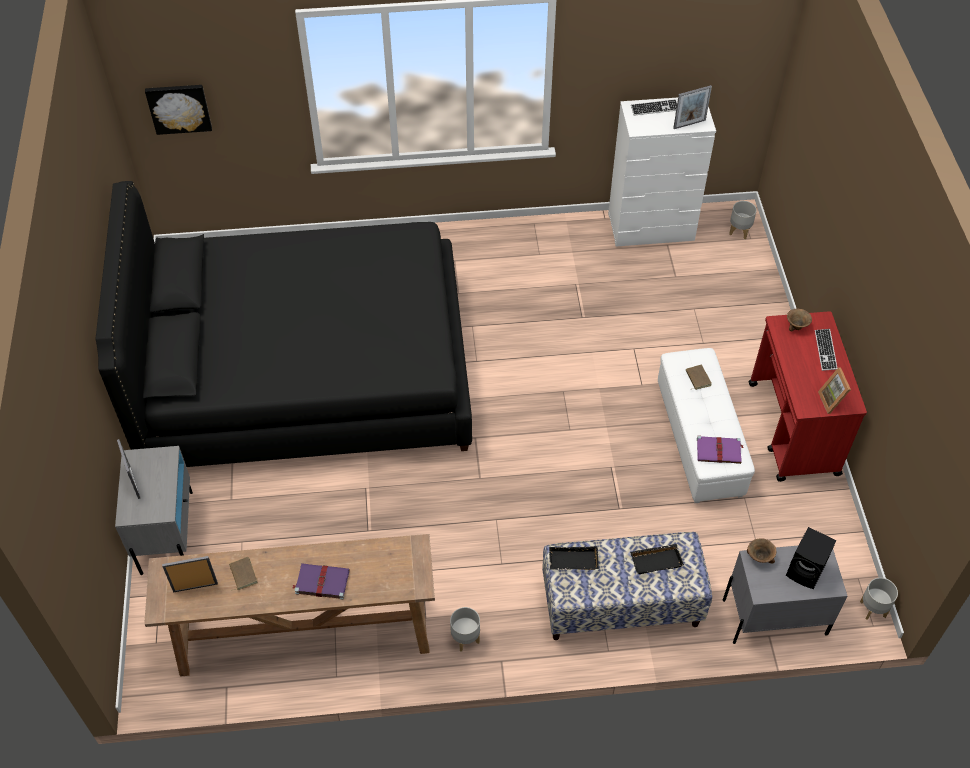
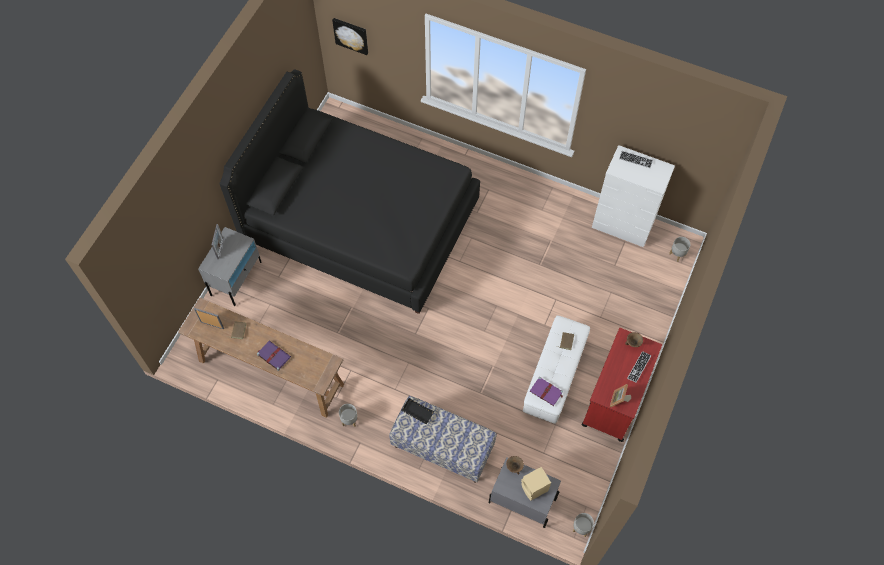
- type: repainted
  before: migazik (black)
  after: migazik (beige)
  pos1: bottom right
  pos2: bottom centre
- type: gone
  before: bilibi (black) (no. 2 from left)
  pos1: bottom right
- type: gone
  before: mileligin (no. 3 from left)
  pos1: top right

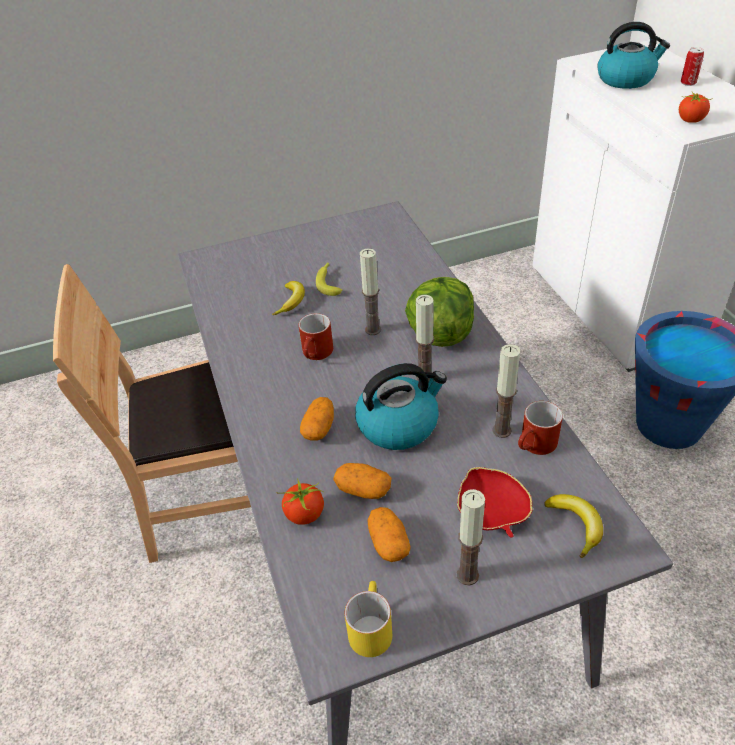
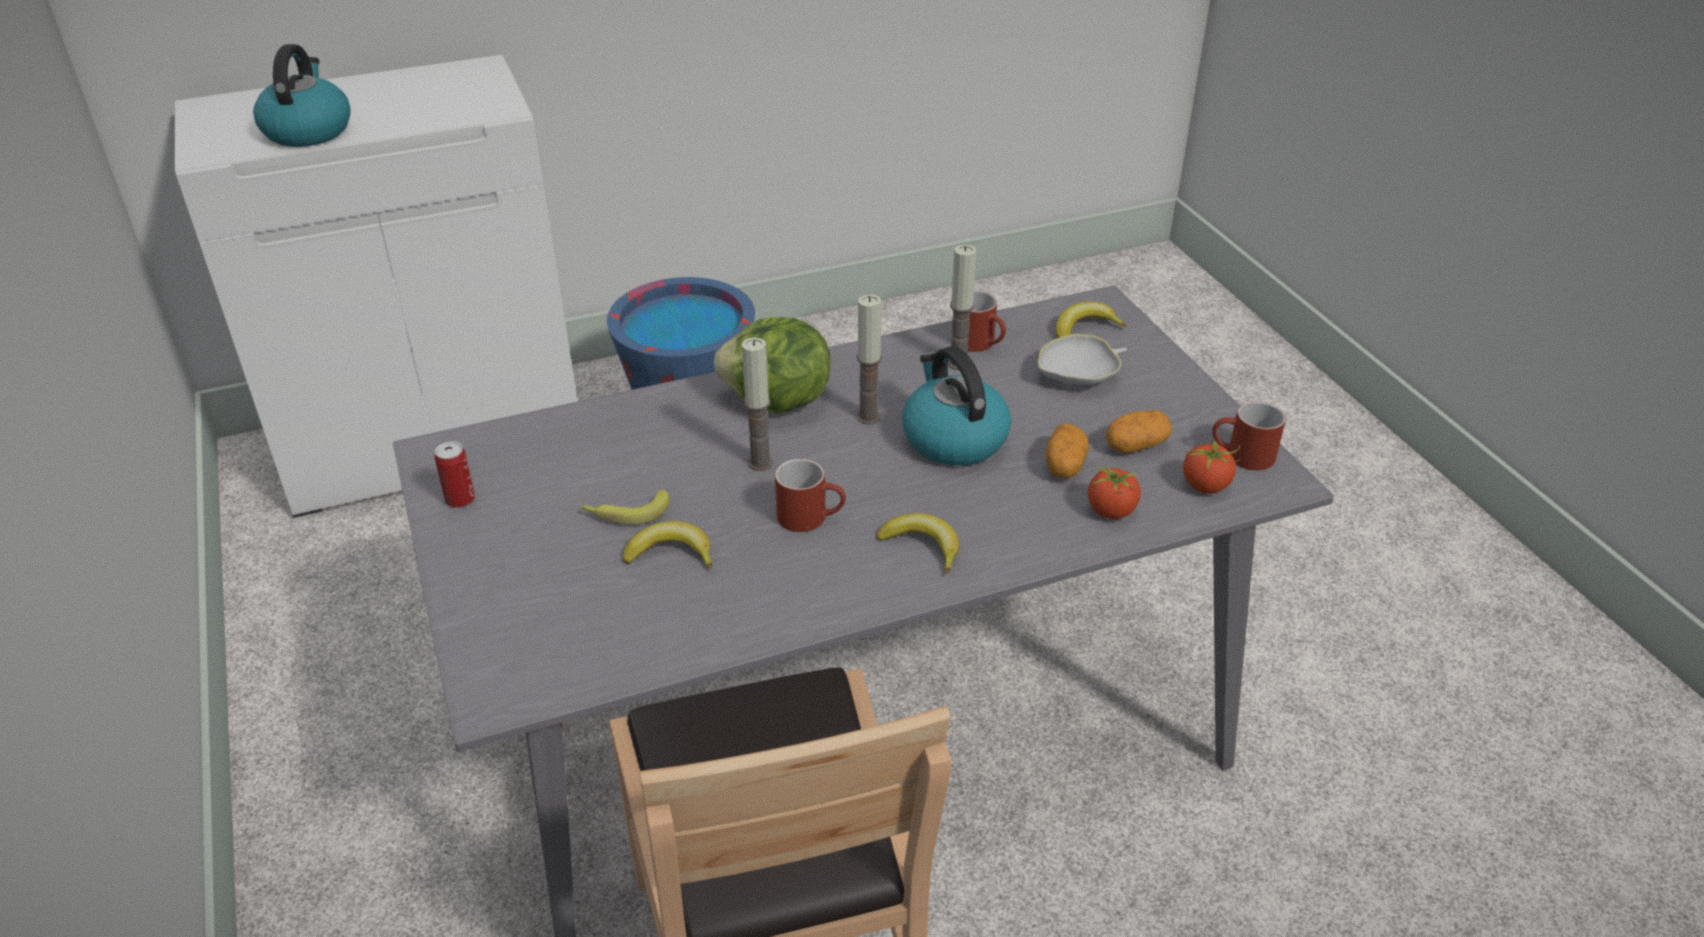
- type: shifted
  before: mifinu
  pos1: top right
  pos2: middle left
- type: new
  after: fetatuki (no. 3 from left)
  pos2: centre
- type: repainted
  before: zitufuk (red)
  after: zitufuk (white)
  pos1: bottom right
  pos2: centre
- type: shifted
  before: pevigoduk (no. 2 from left)
  pos1: top right
  pos2: middle right
- type: repainted
  before: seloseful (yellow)
  after: seloseful (red) (no. 3 from left)
  pos1: bottom centre
  pos2: middle right
- type: gone
  before: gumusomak (no. 1 from left)
  pos1: centre
- type: gone
  before: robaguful (no. 3 from left)
  pos1: bottom centre

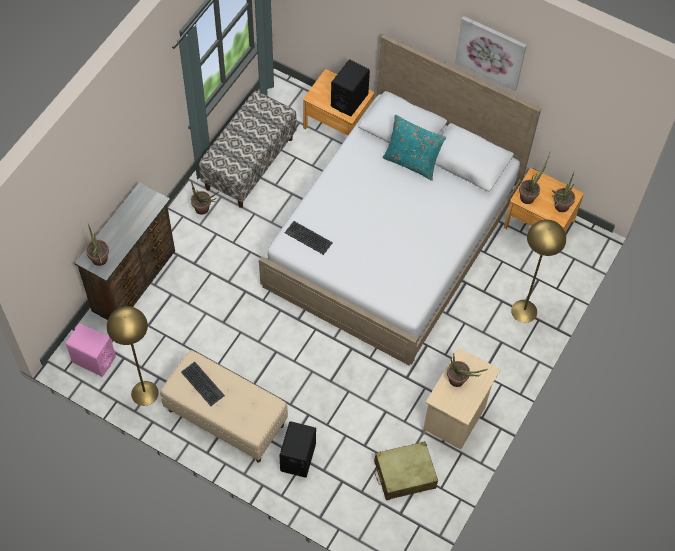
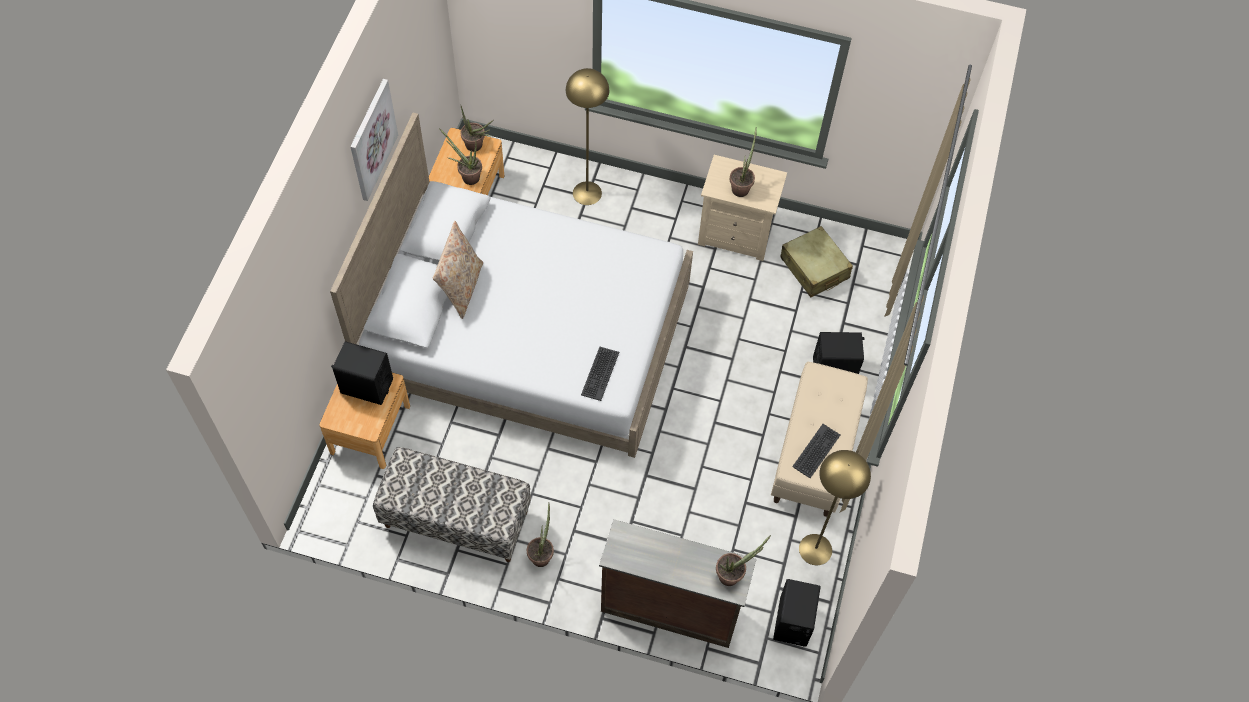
- type: repainted
  before: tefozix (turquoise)
  after: tefozix (beige)
  pos1: top centre
  pos2: centre
- type: repainted
  before: migazik (pink)
  after: migazik (black) (no. 2 from left)
  pos1: middle left
  pos2: bottom centre

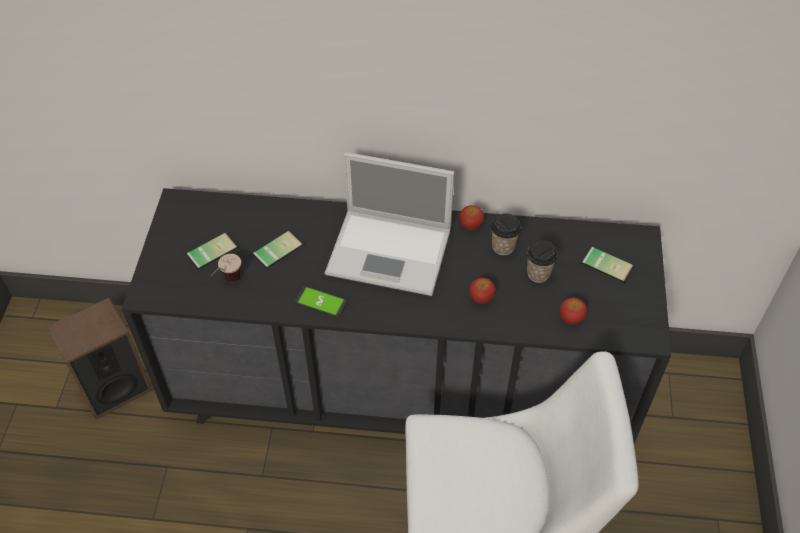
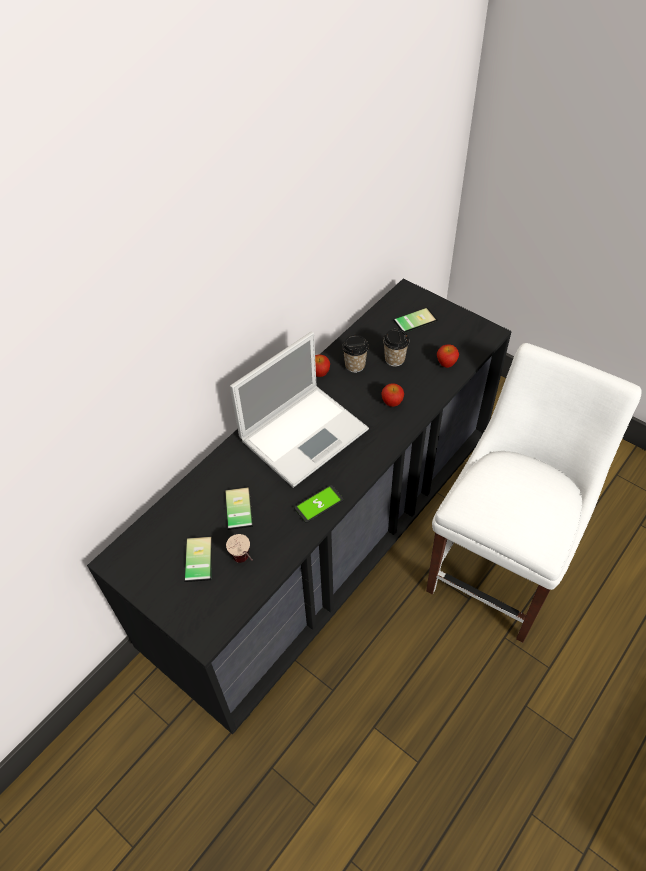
- type: gone
  before: migazik
  pos1: bottom left

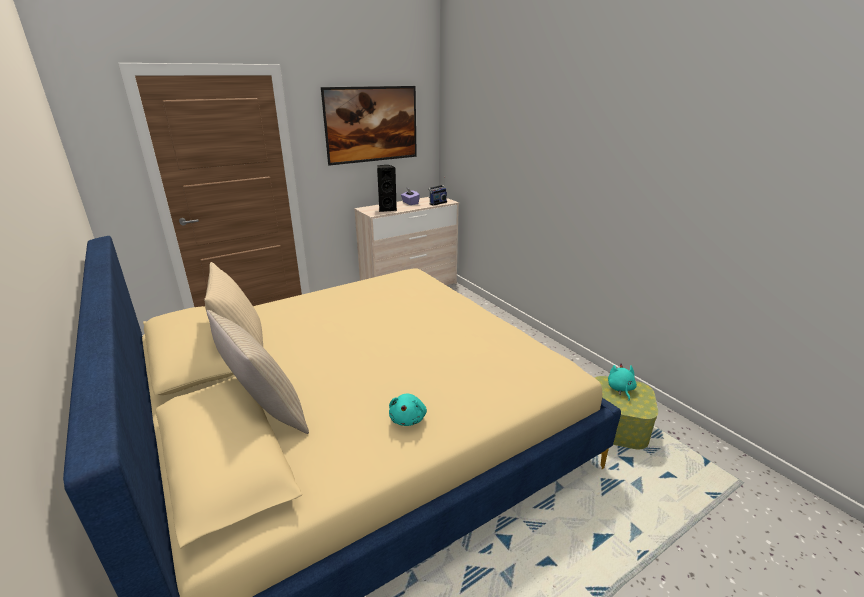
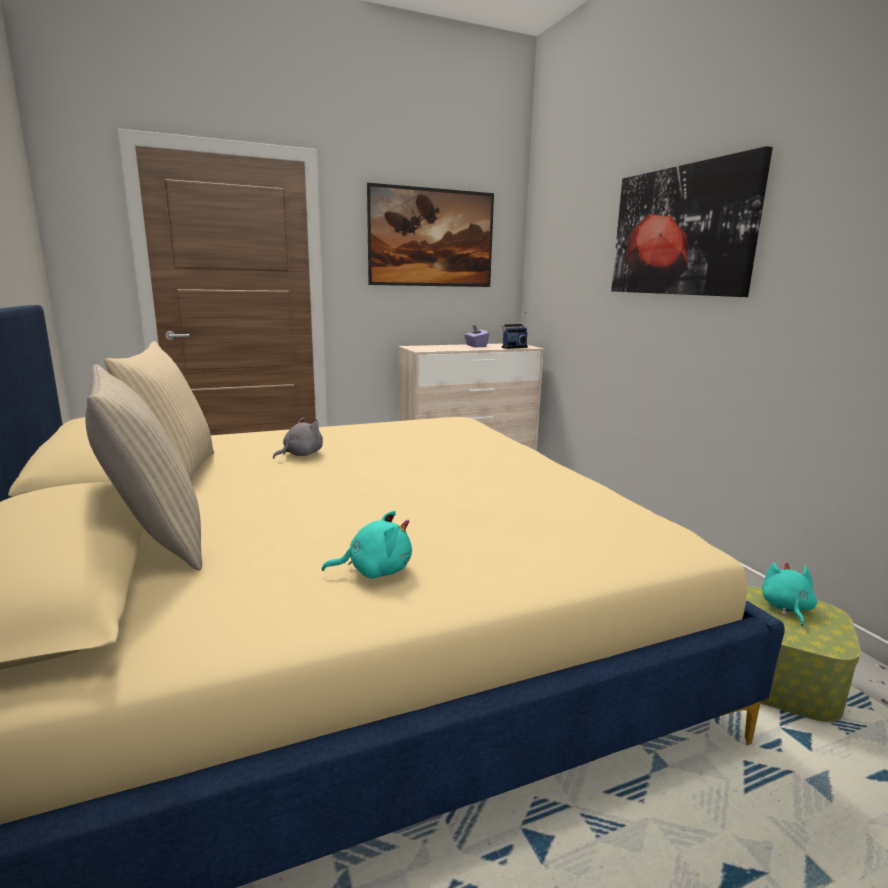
- type: new
  after: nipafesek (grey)
  pos2: centre
- type: rotated
  before: nipafesek (turquoise) (no. 1 from left)
  pos1: bottom centre
  pos2: centre
  turn: -120
- type: new
  after: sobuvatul (no. 2 from left)
  pos2: top right
- type: gone
  before: migazik (black)
  pos1: top centre

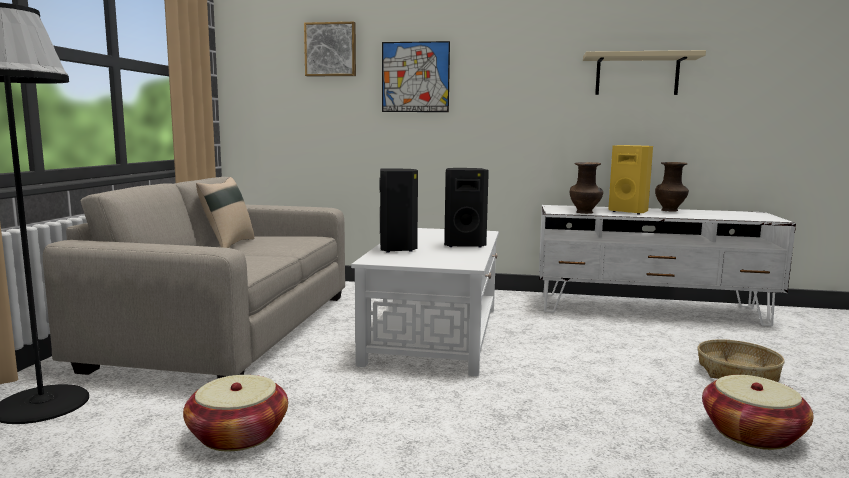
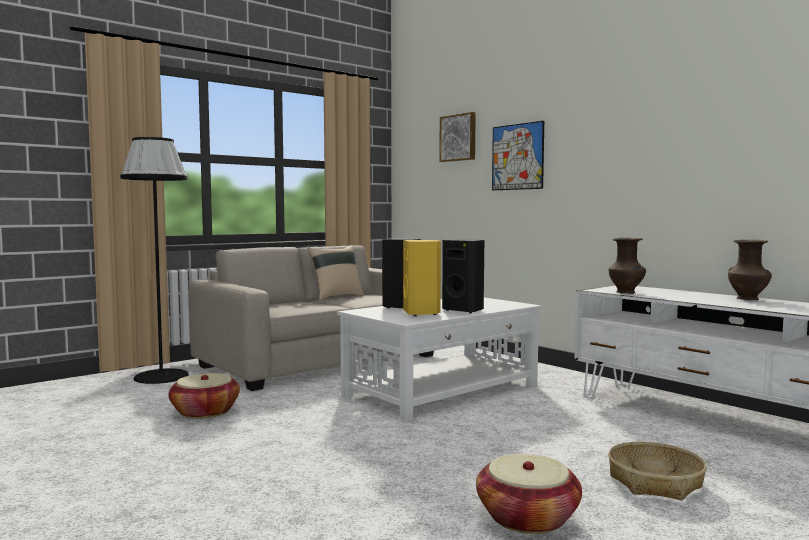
- type: shifted
  before: migazik (yellow)
  pos1: middle right
  pos2: centre
- type: gone
  before: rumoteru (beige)
  pos1: top right

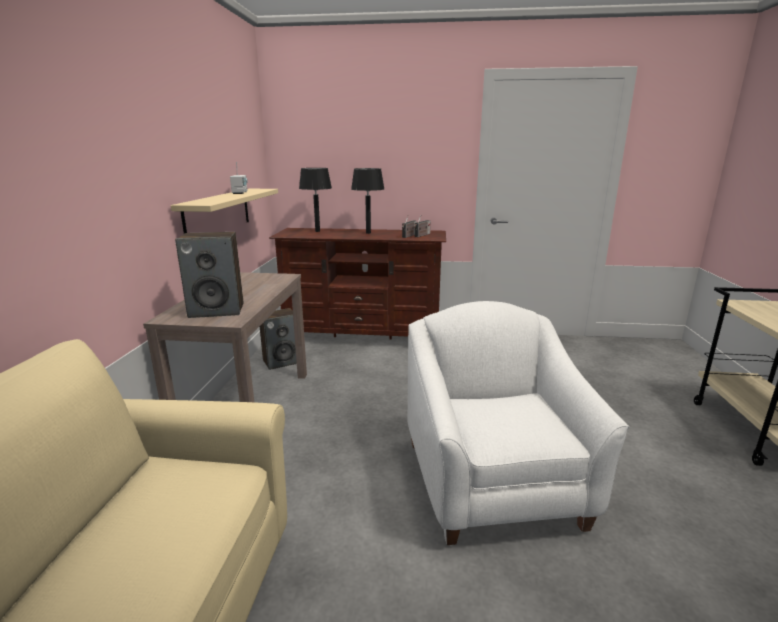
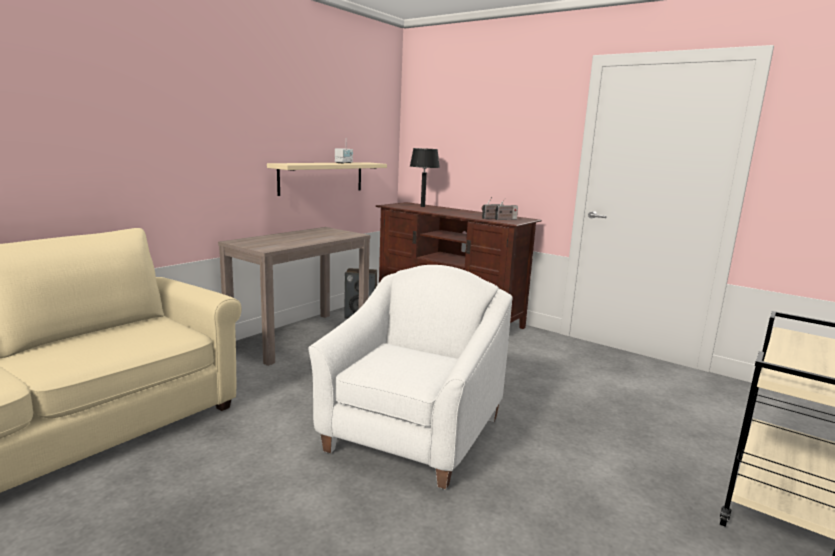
- type: gone
  before: migazik (no. 1 from left)
  pos1: middle left
- type: gone
  before: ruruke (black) (no. 2 from left)
  pos1: top centre

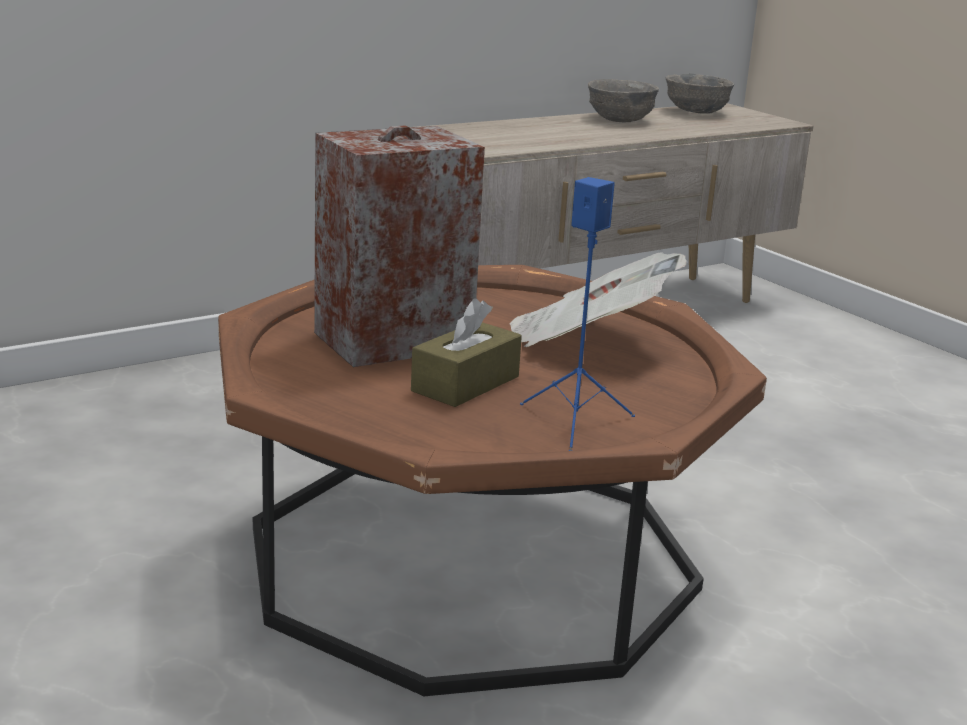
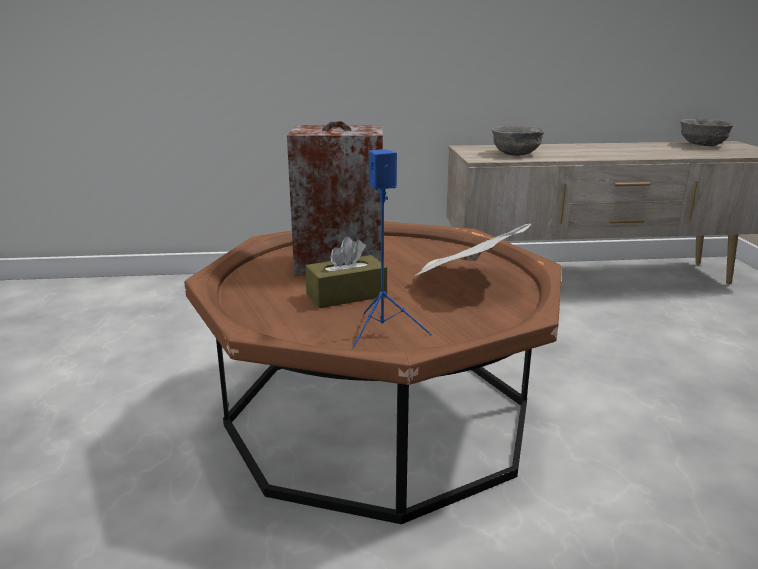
- type: shifted
  before: zitufuk (grey) (no. 1 from left)
  pos1: top centre
  pos2: top right

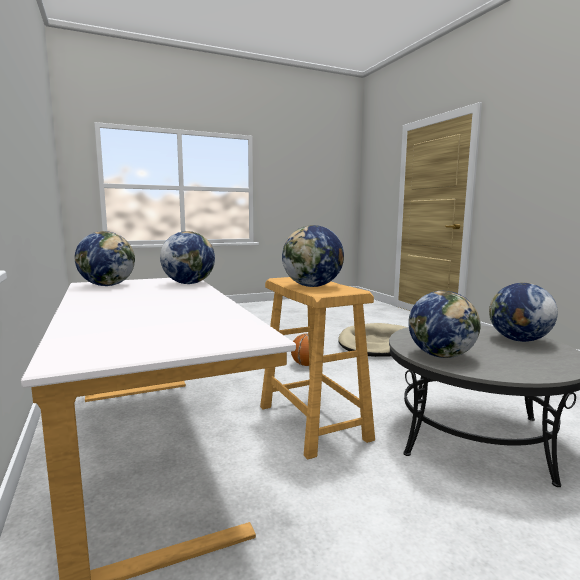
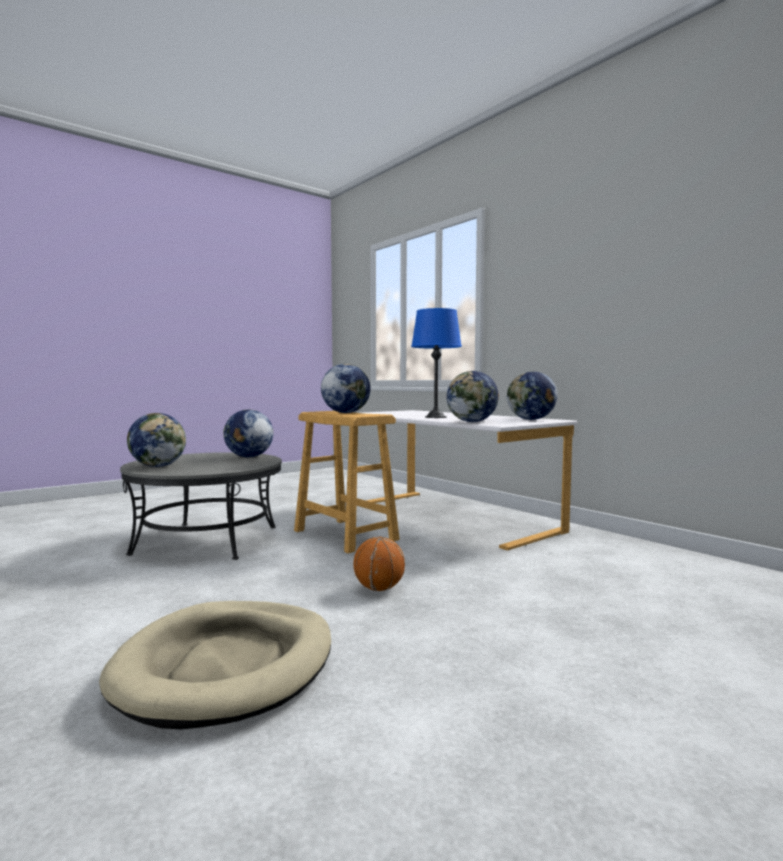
- type: new
  after: ruruke (blue)
  pos2: centre

